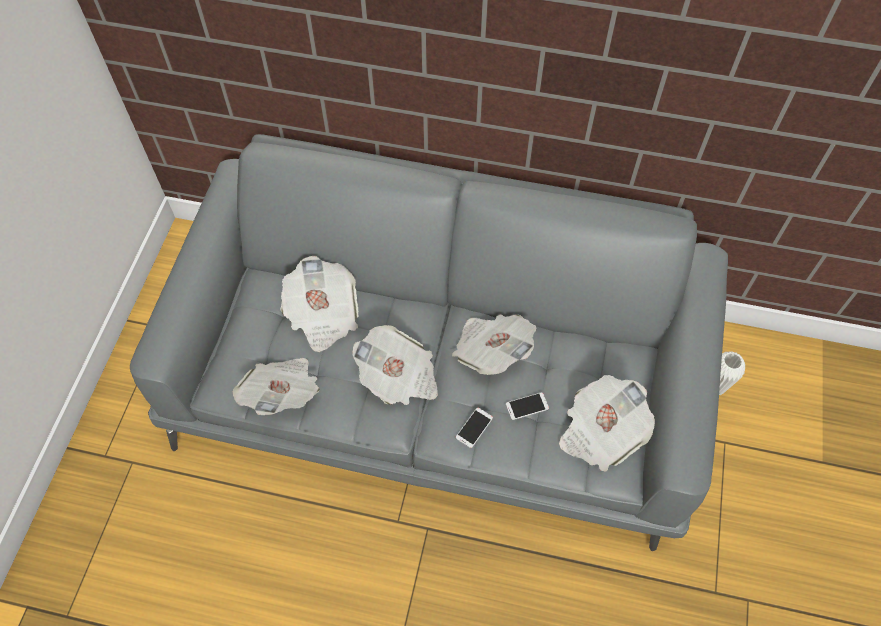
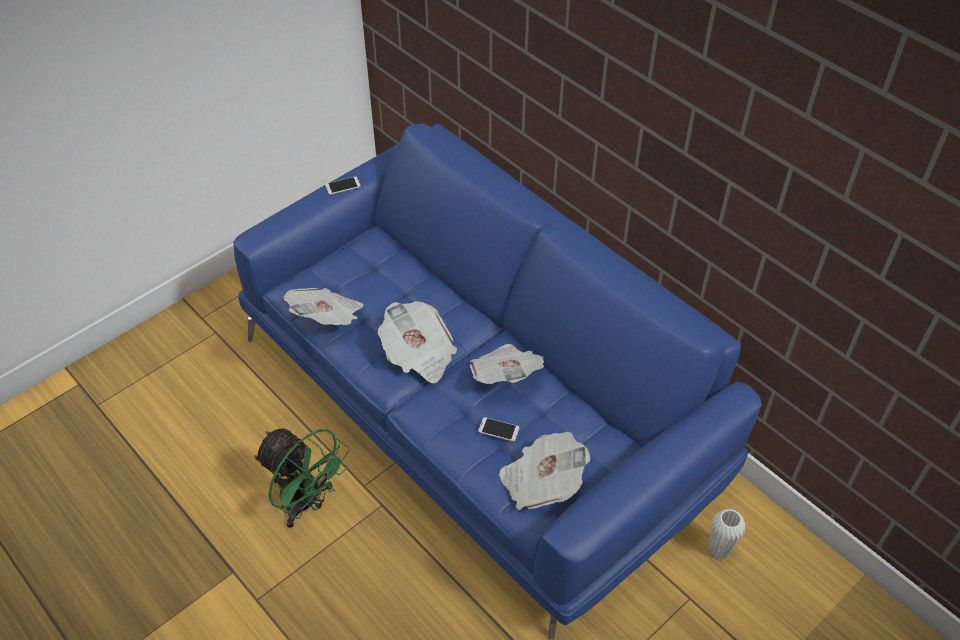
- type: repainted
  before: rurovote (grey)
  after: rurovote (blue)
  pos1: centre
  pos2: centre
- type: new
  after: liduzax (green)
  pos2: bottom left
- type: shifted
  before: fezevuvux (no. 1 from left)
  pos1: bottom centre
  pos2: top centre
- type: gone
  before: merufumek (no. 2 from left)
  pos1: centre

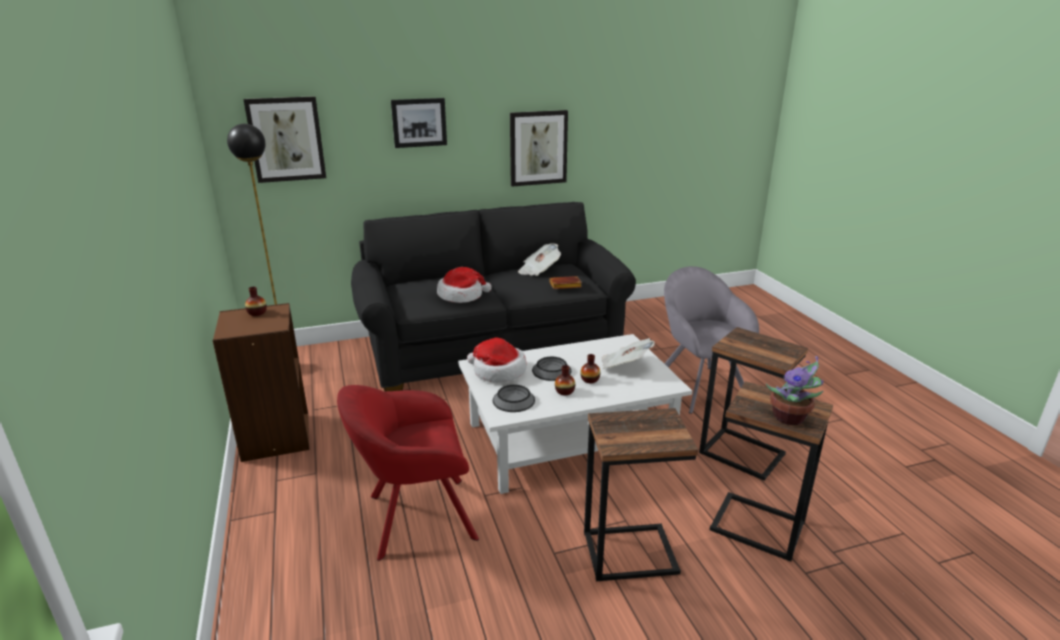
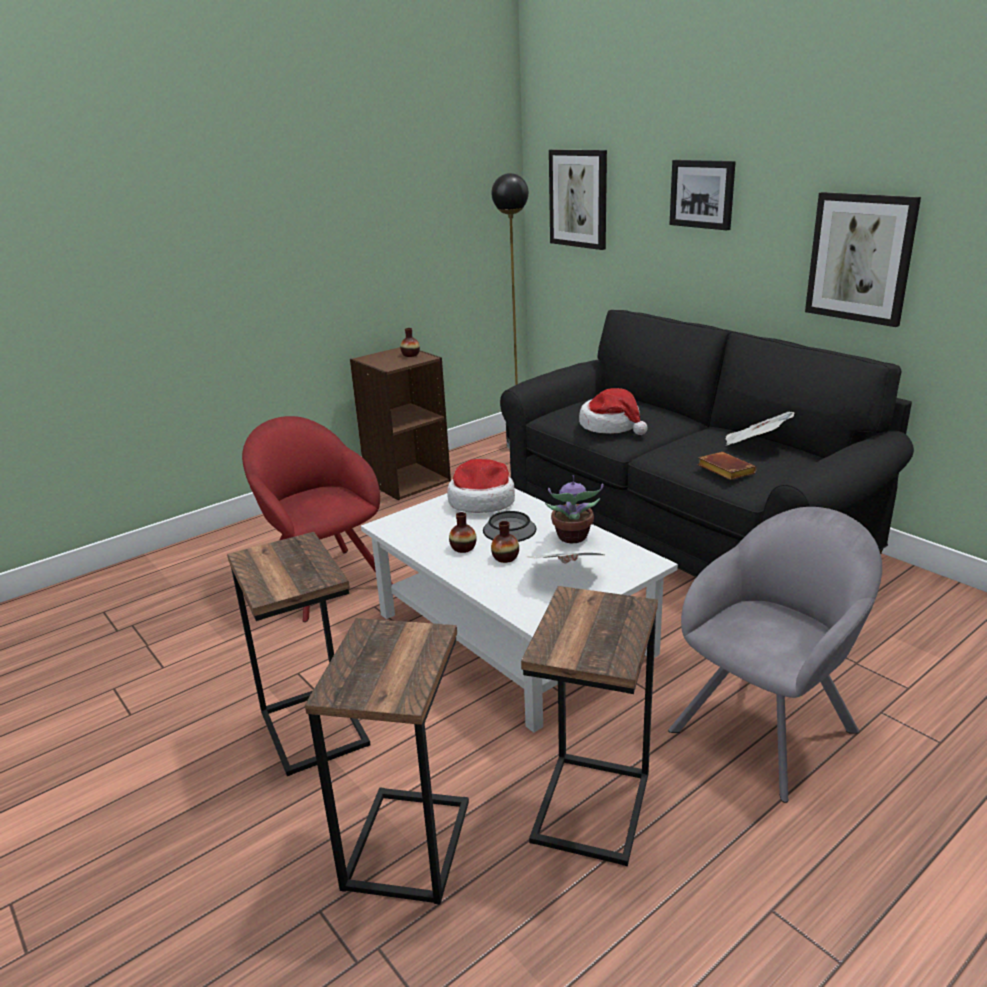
- type: shifted
  before: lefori
  pos1: middle right
  pos2: centre
- type: gone
  before: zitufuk (no. 1 from left)
  pos1: centre

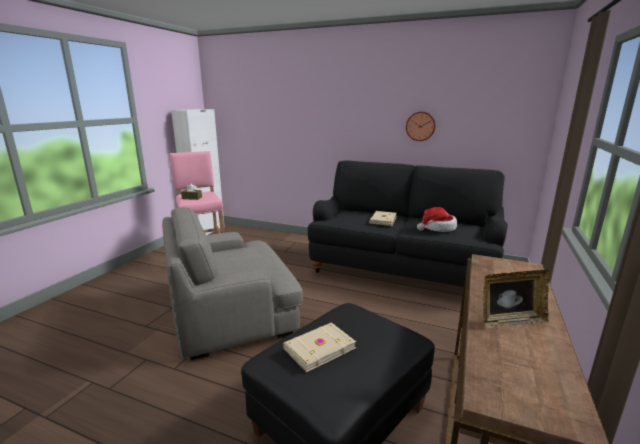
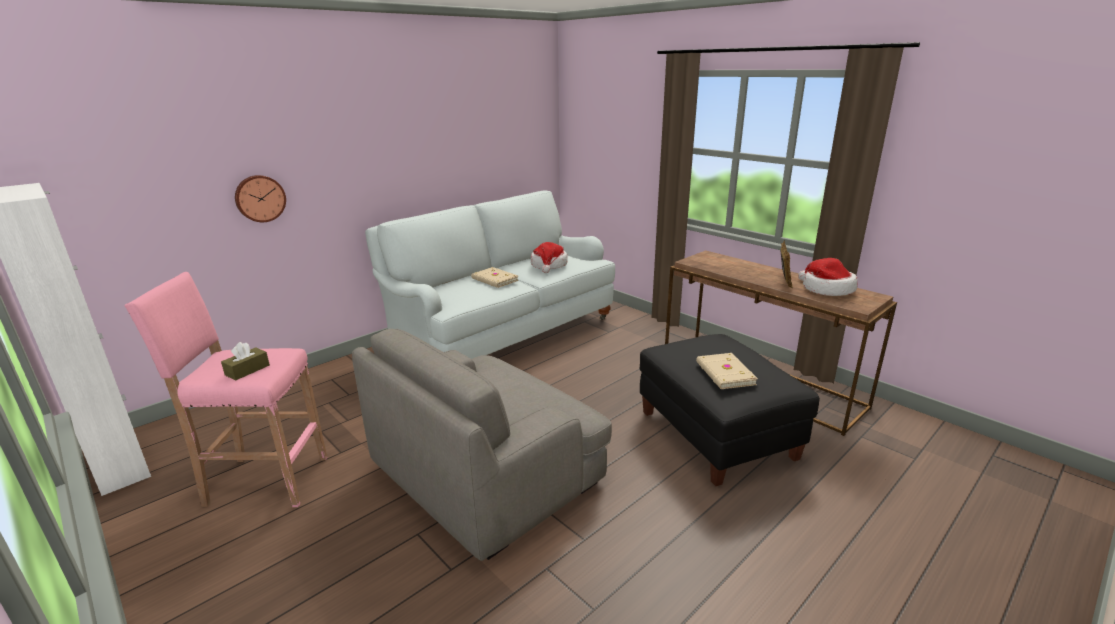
- type: shifted
  before: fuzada
  pos1: top centre
  pos2: top left
- type: rotated
  before: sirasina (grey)
  pos1: centre
  pos2: bottom centre
  turn: 45
- type: repainted
  before: rurovote (black)
  after: rurovote (white)
  pos1: centre
  pos2: centre
- type: new
  after: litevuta (no. 2 from left)
  pos2: middle right

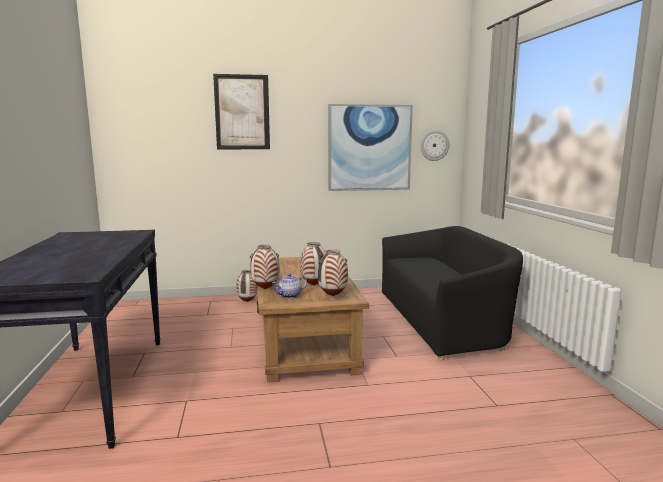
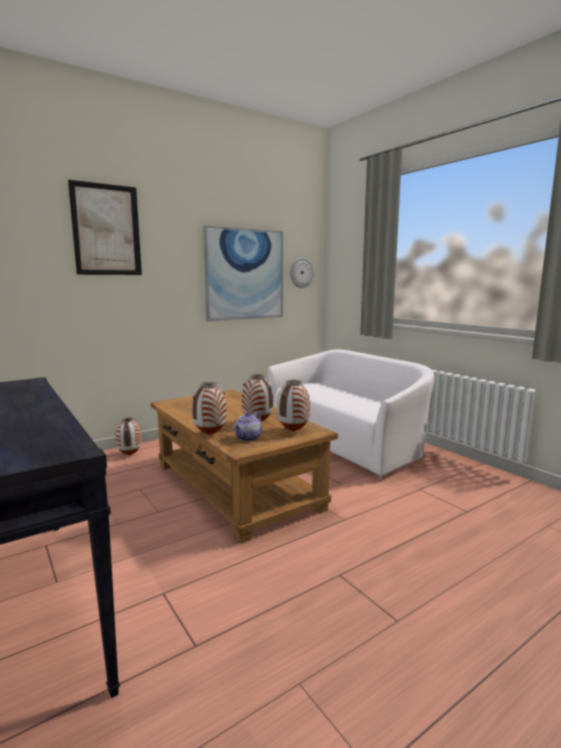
- type: repainted
  before: rurovote (black)
  after: rurovote (white)
  pos1: middle right
  pos2: centre

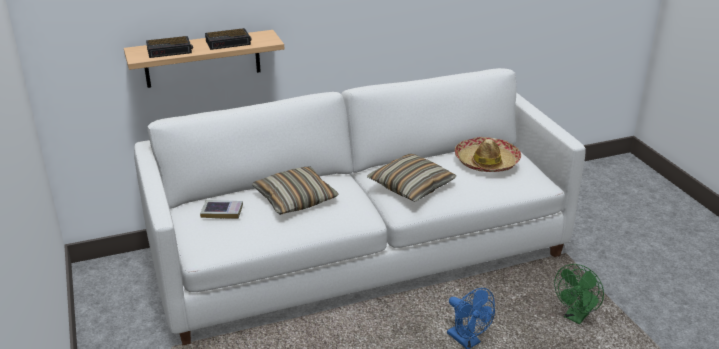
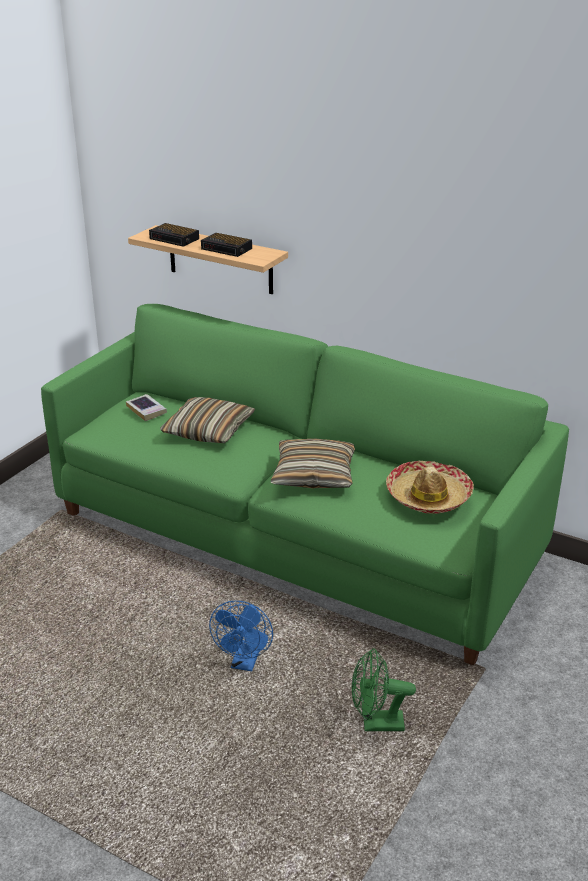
- type: repainted
  before: rurovote (white)
  after: rurovote (green)
  pos1: centre
  pos2: centre

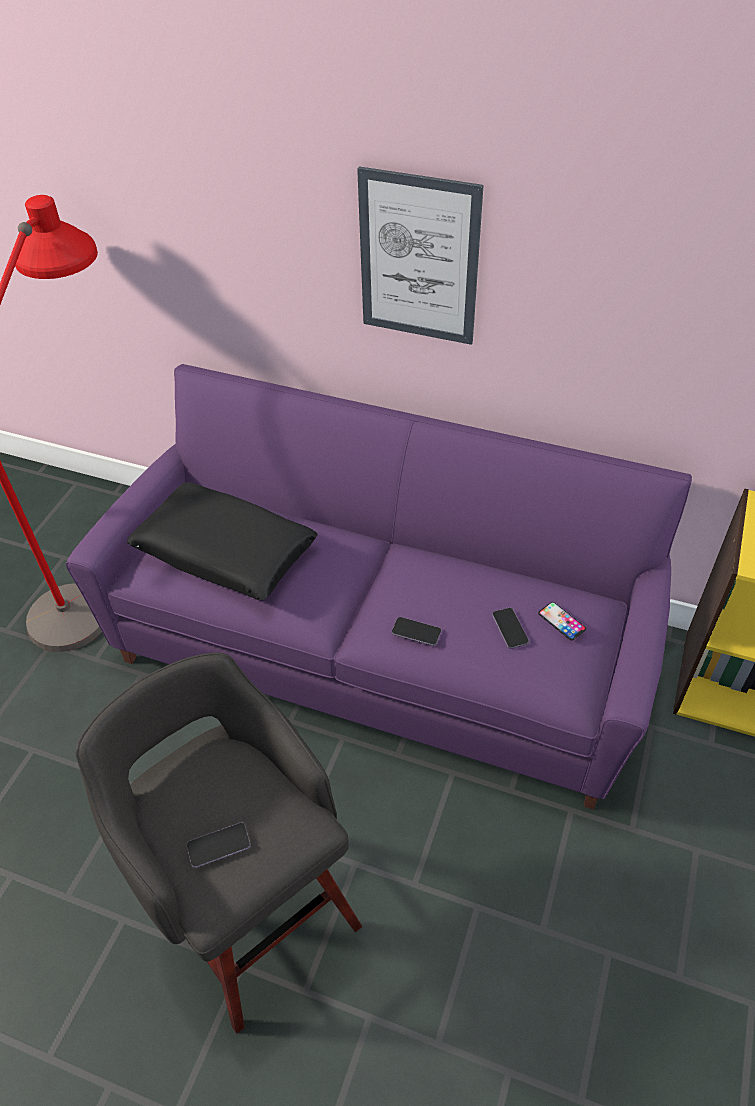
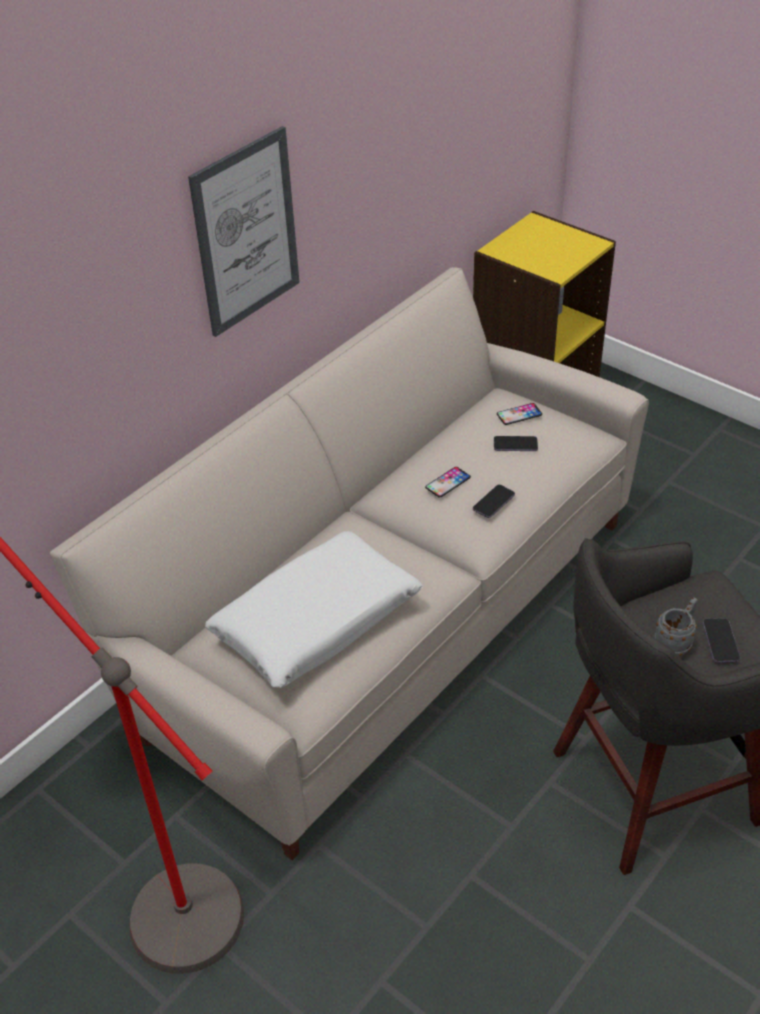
- type: repainted
  before: rurovote (purple)
  after: rurovote (beige)
  pos1: centre
  pos2: centre
- type: repainted
  before: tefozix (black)
  after: tefozix (white)
  pos1: middle left
  pos2: centre
- type: new
  after: fezevuvux (no. 1 from left)
  pos2: centre
- type: new
  after: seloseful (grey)
  pos2: middle right

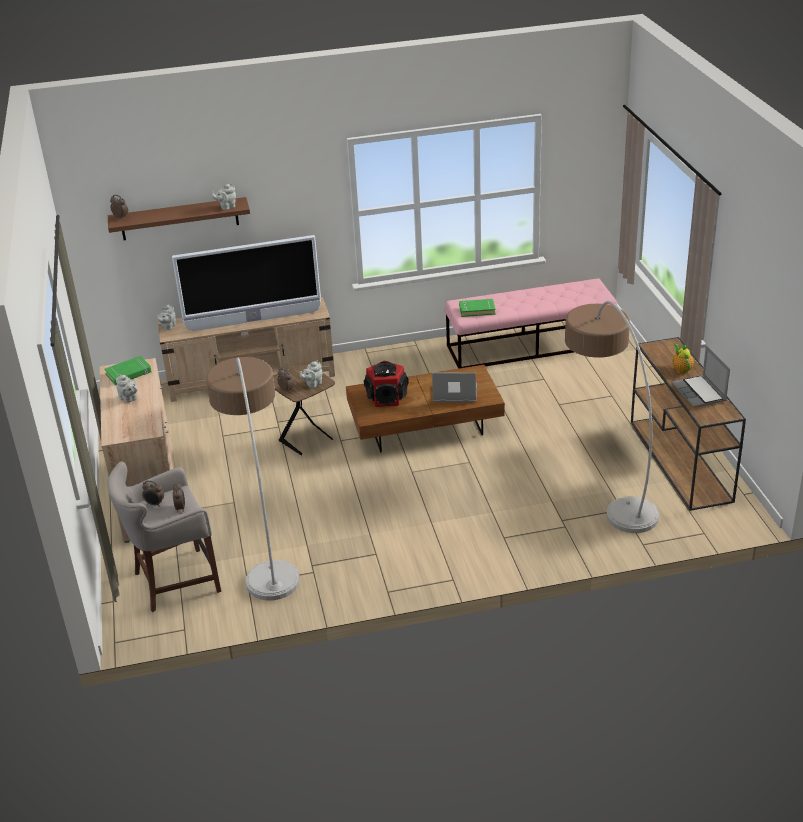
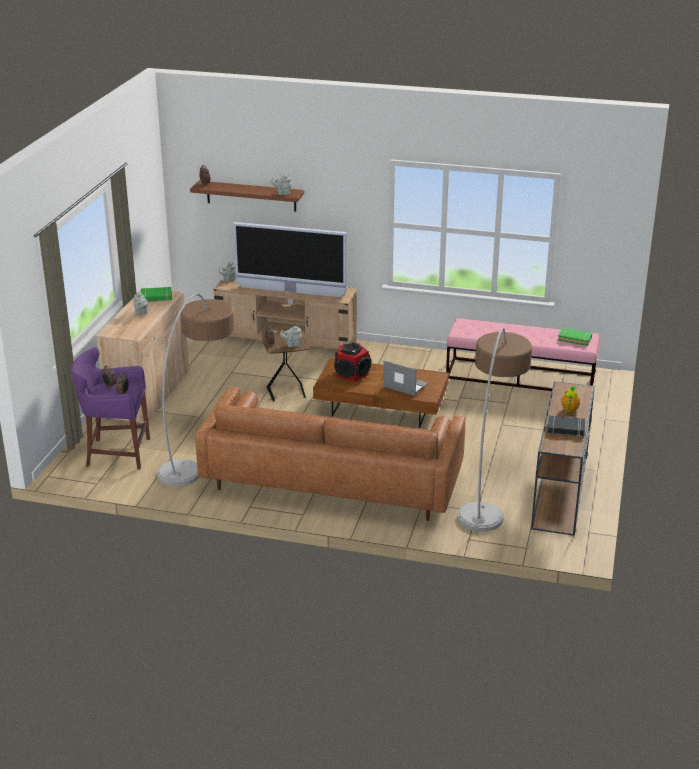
- type: repainted
  before: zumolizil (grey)
  after: zumolizil (purple)
  pos1: middle left
  pos2: middle left
- type: new
  after: rurovote (brown)
  pos2: centre
- type: swapped
  before: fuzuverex (no. 2 from left)
  after: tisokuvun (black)
  pos1: middle right
  pos2: middle right
- type: shifted
  before: tisokuvun (green) (no. 2 from left)
  pos1: centre
  pos2: middle right

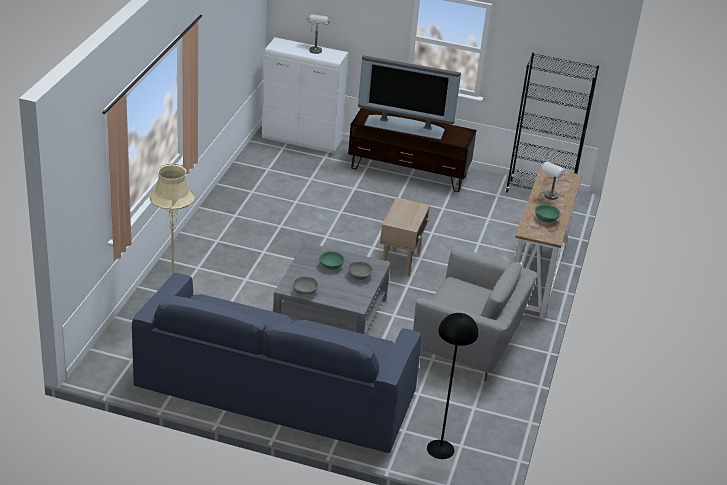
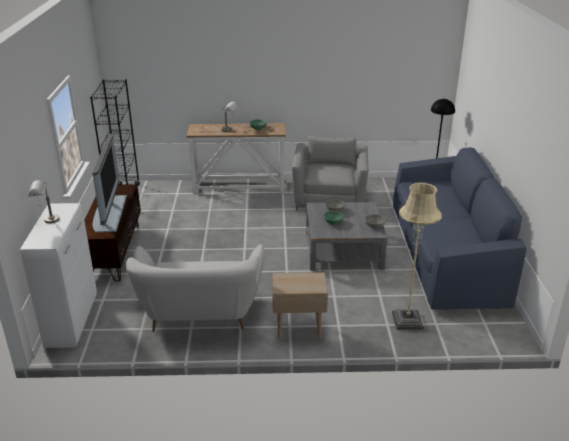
- type: new
  after: rurovote (white)
  pos2: centre
- type: shifted
  before: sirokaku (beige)
  pos1: centre
  pos2: bottom centre

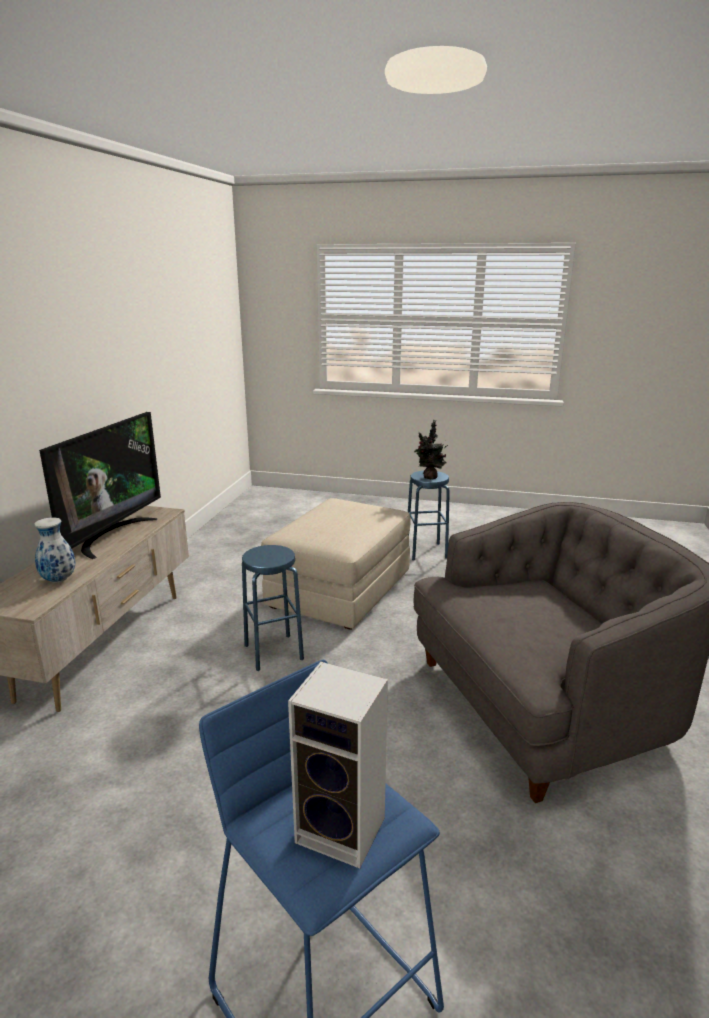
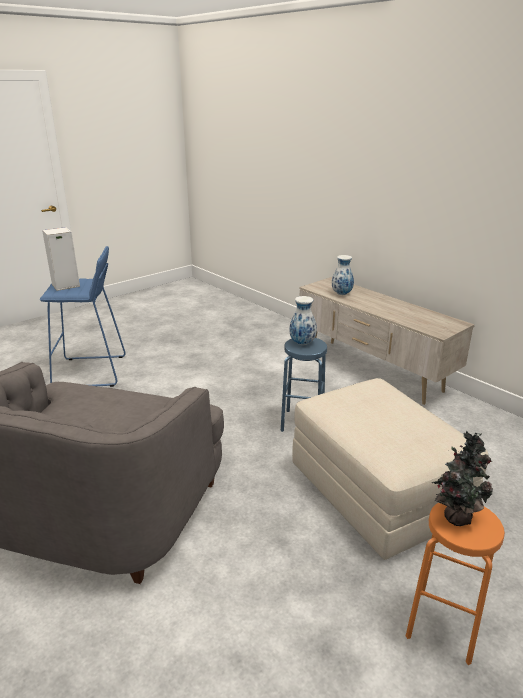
- type: new
  after: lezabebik (no. 1 from left)
  pos2: centre
- type: repainted
  before: zumolizil (blue) (no. 3 from left)
  after: zumolizil (orange)
  pos1: centre
  pos2: bottom right
- type: gone
  before: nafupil
  pos1: middle left

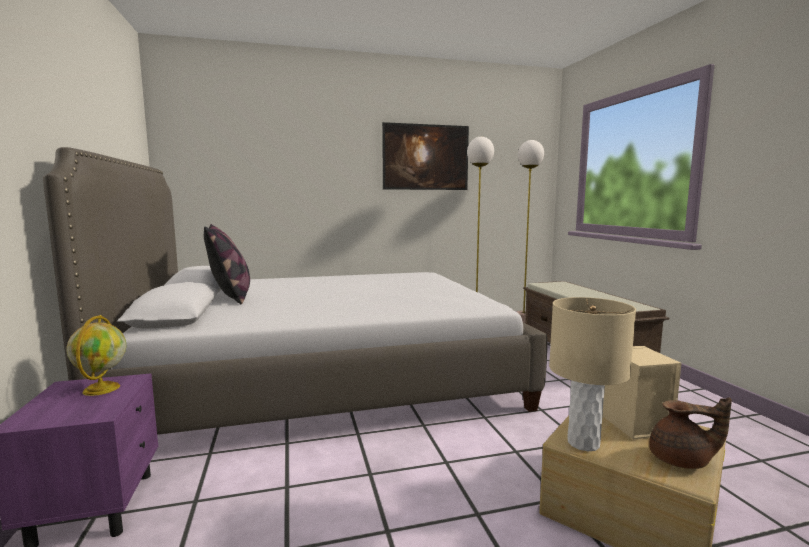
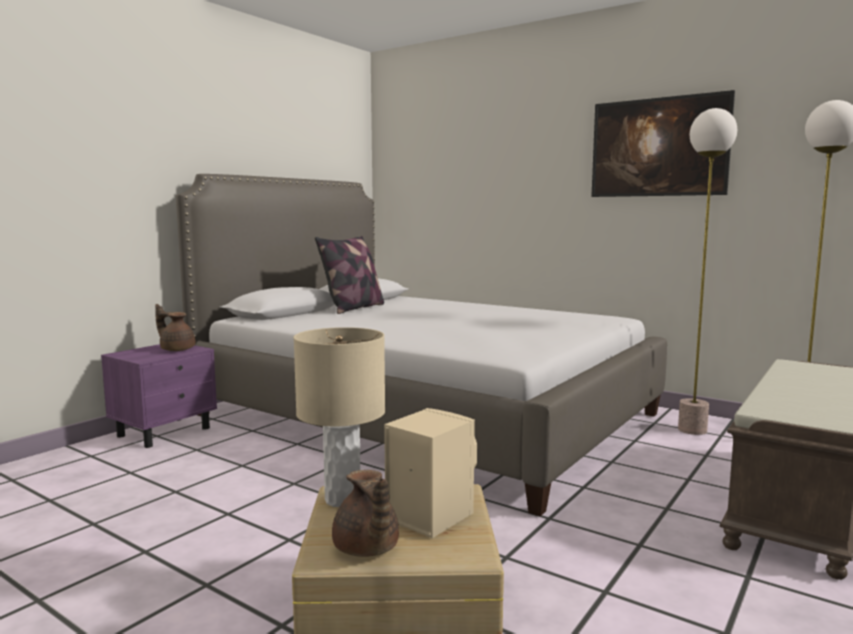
- type: swapped
  before: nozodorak
  after: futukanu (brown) (no. 1 from left)
  pos1: middle left
  pos2: middle left

